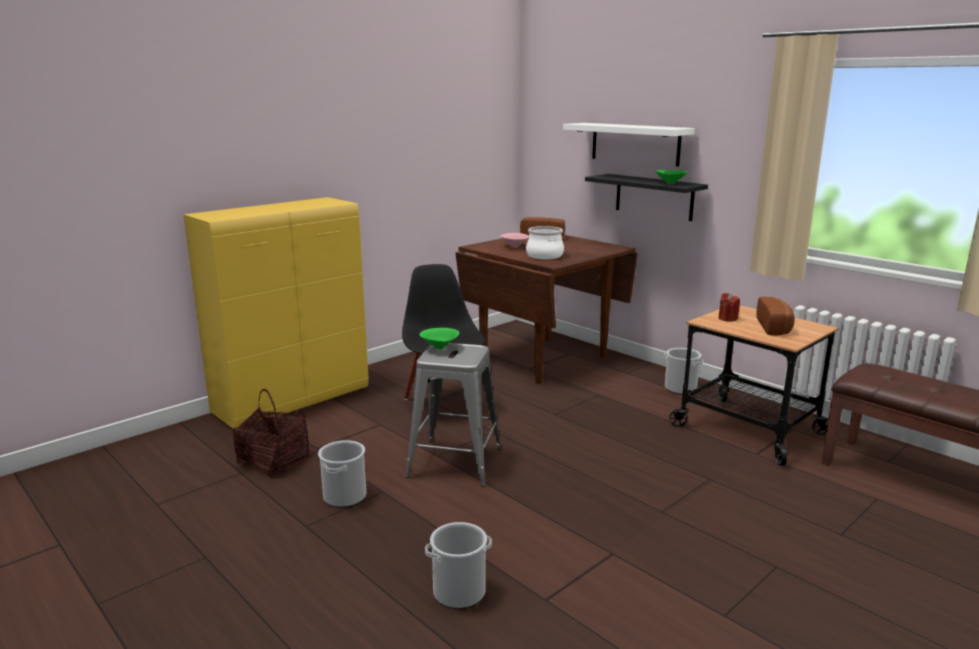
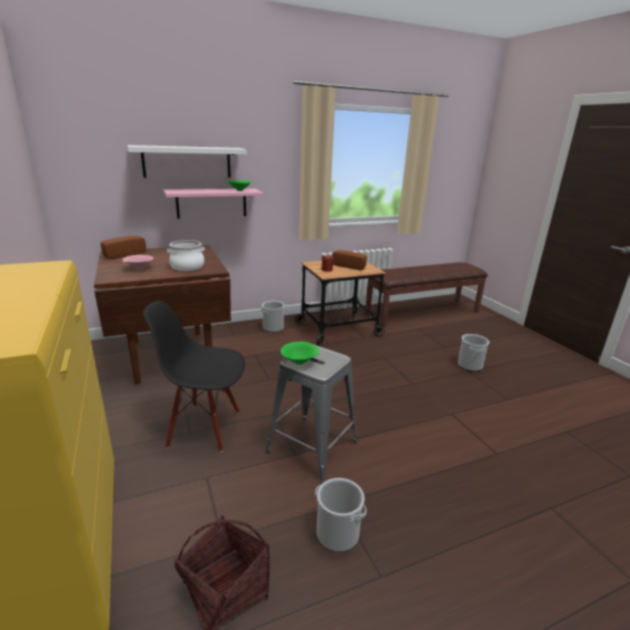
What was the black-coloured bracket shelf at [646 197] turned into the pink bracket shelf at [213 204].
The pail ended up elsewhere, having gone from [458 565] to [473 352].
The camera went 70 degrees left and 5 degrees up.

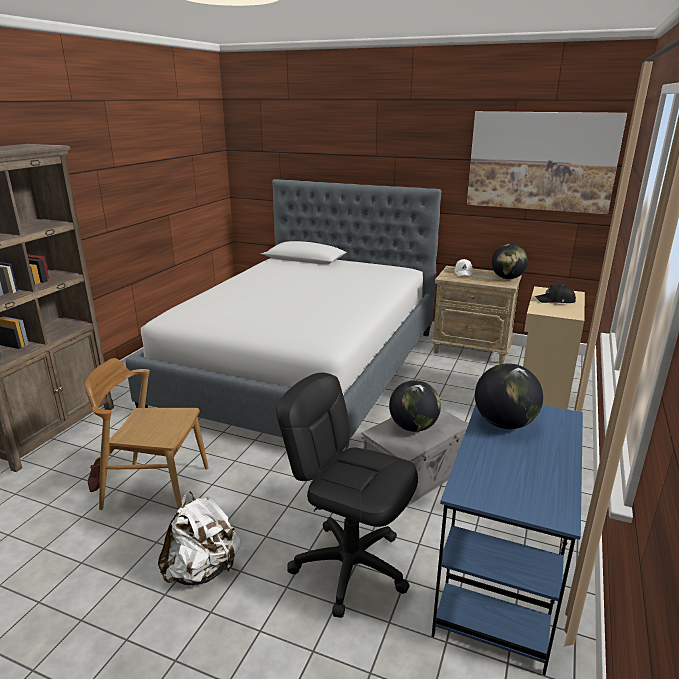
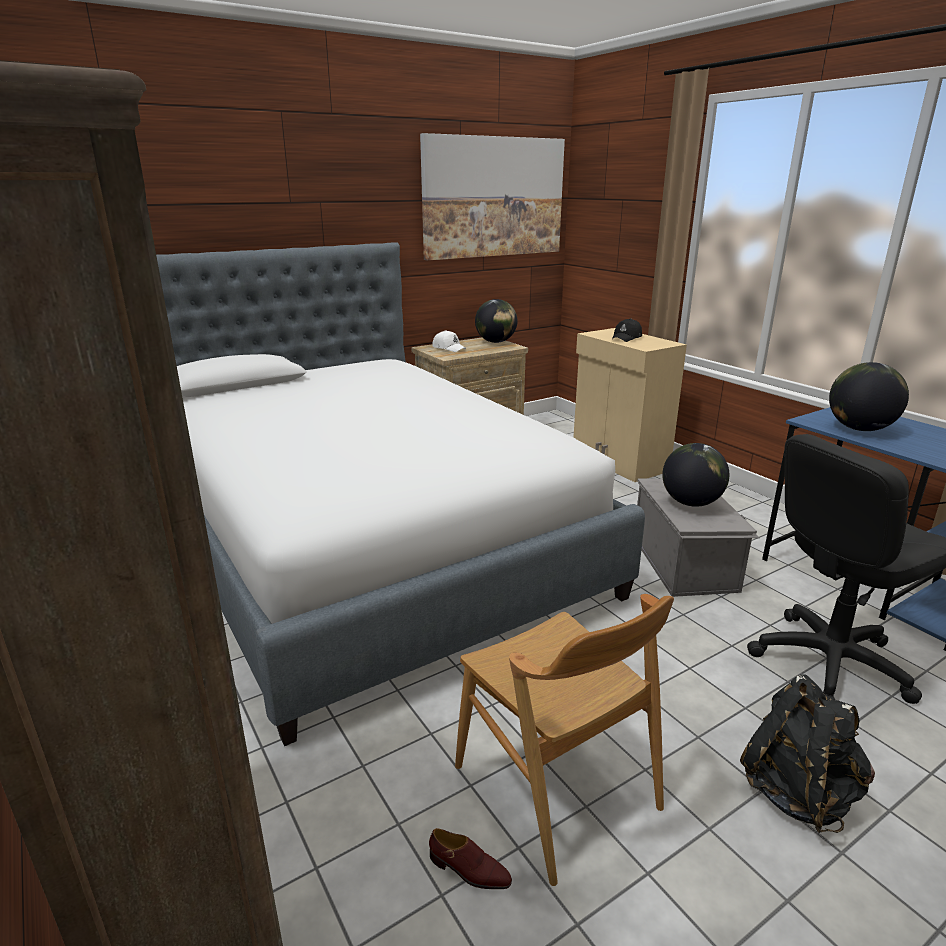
The brown-coloured plain chair at [146 434] ended up facing another way, 75 degrees counterclockwise from before.
What was the whitish backpack at [199 538] turned into the black-coloured backpack at [807 753].
The camera went 55 degrees left and 0 degrees up.

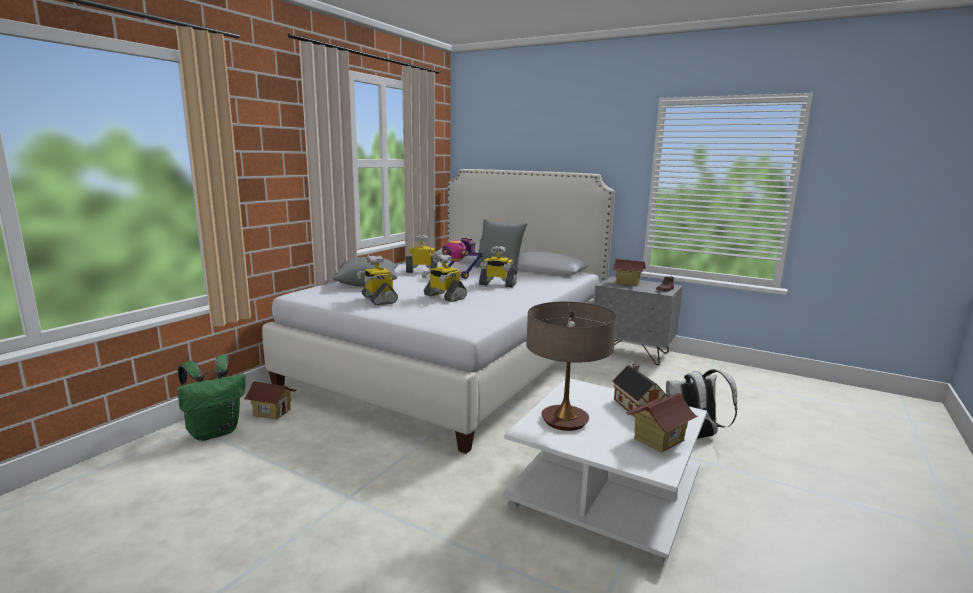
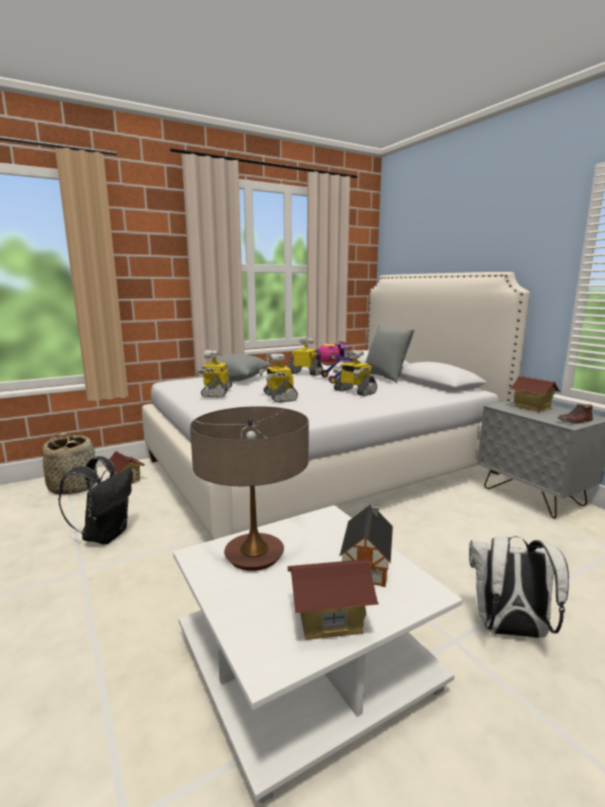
Where the green-coloured backpack stood at [211 398], the household basket came to stand at [70 463].
The second view gained the black-coloured backpack at [95 500].
The camera went 30 degrees right and 0 degrees up.

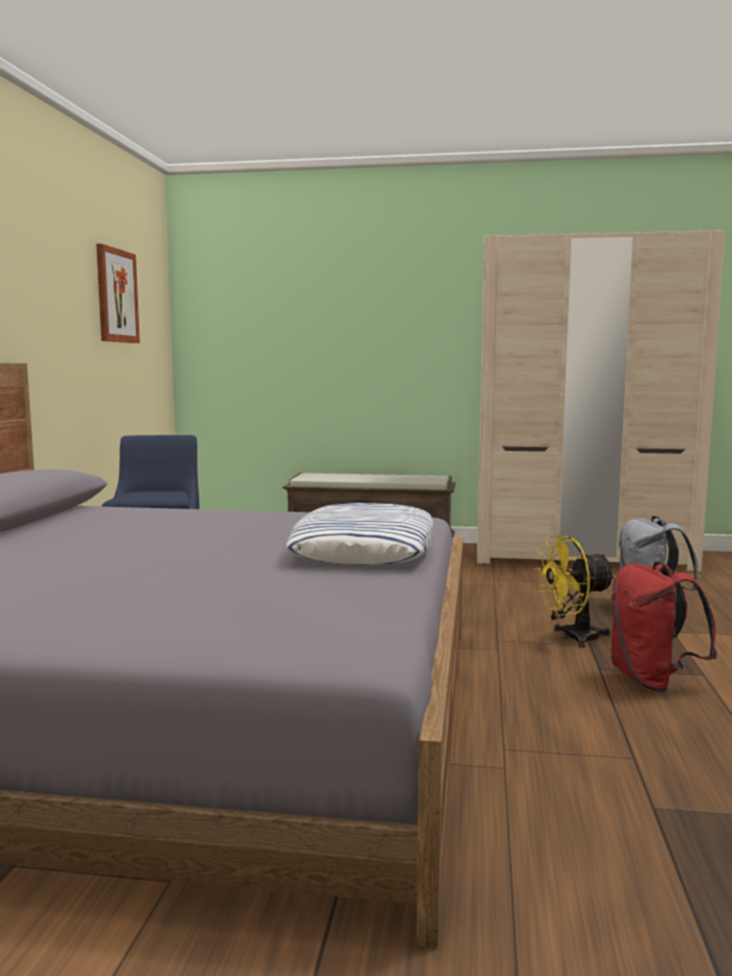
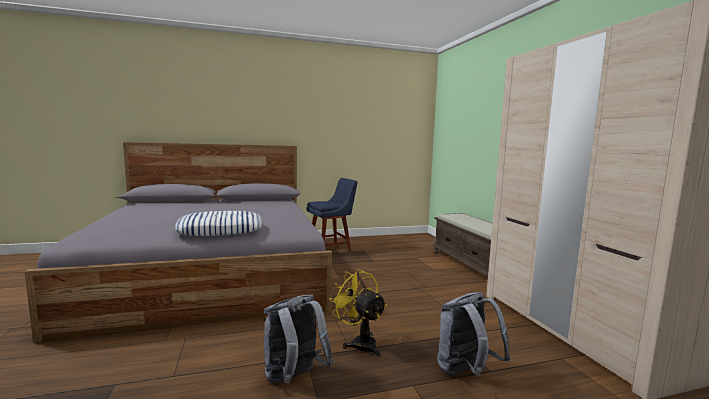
What was the reddish backpack at [664 626] turned into the gray backpack at [299 339].
The second view lost the wall art at [118 293].
The camera went 65 degrees right and 0 degrees up.

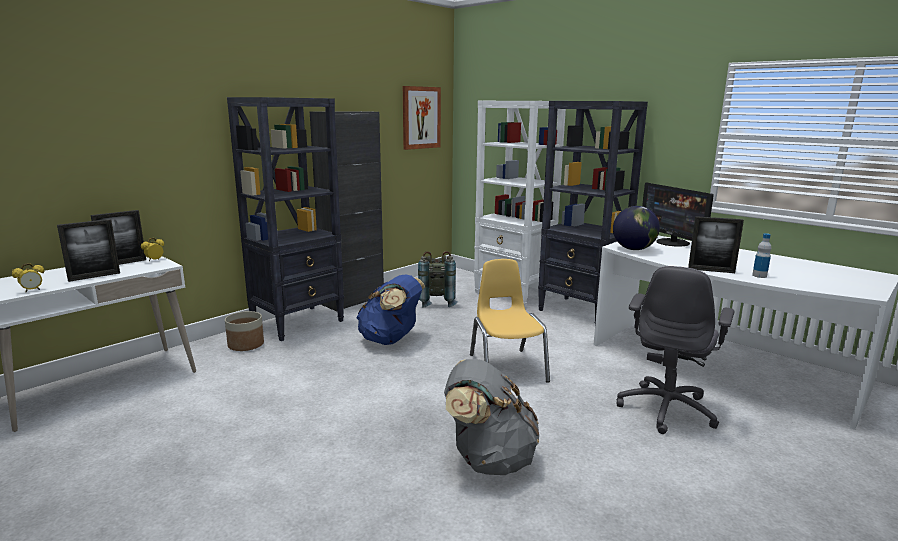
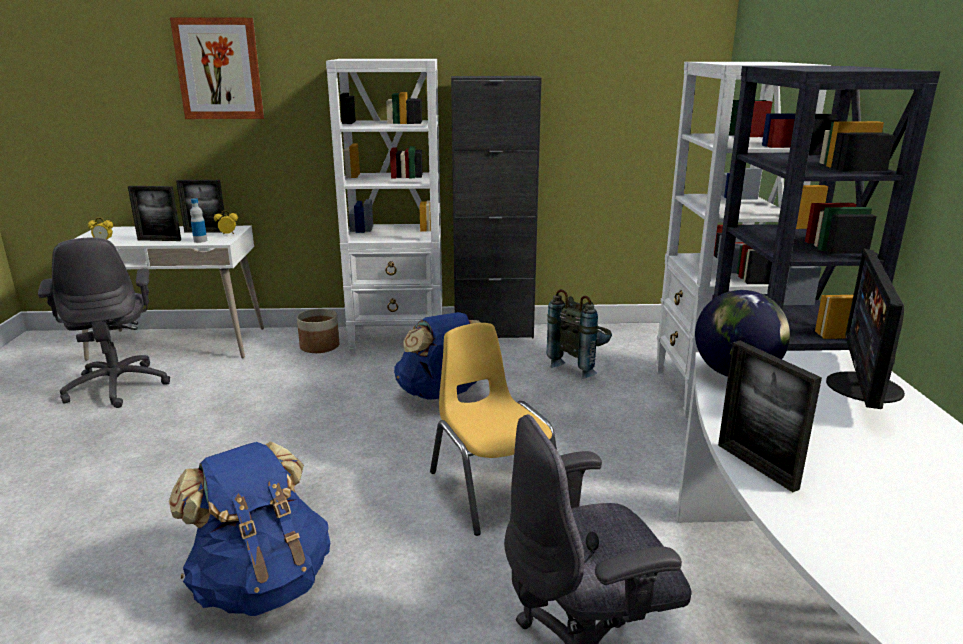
The second view gained the gray computer chair at [104 322].
What was the gray backpack at [491 417] turned into the bluish backpack at [249 528].
The wall art ended up elsewhere, having gone from [422 118] to [217 68].
The drink bottle ended up elsewhere, having gone from [761 255] to [198 220].
What was the black-coloured bookshelf at [285 219] turned into the whitish bookshelf at [384 206].
The yellow plain chair at [510 320] ended up facing another way, 60 degrees counterclockwise from before.
The camera went 45 degrees right and 5 degrees up.

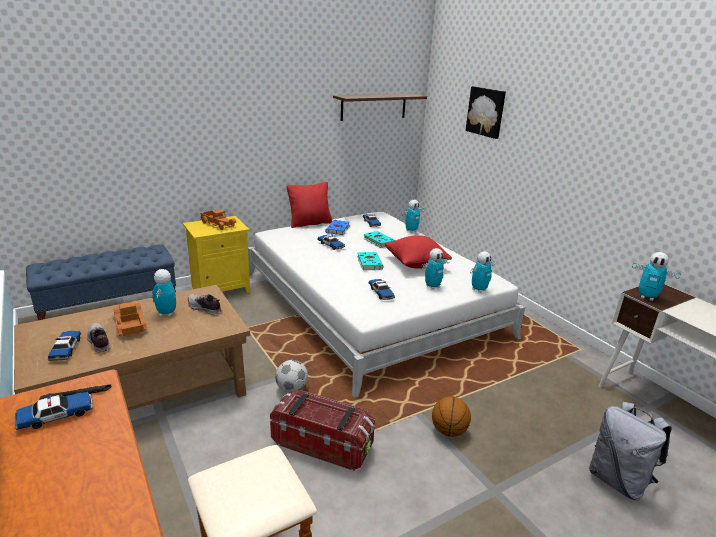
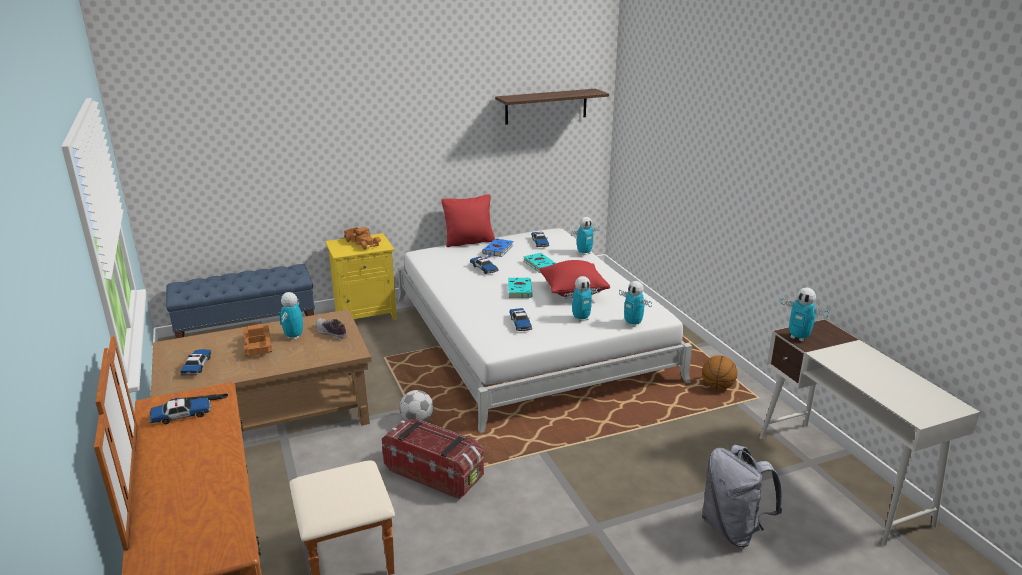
The model robot at [482 272] ended up facing another way, 75 degrees clockwise from before.
The basketball ball ended up elsewhere, having gone from [451 416] to [719 372].
The second view lost the shoe at [99 338].
The second view lost the wall art at [485 112].
The camera went 10 degrees right and 0 degrees up.

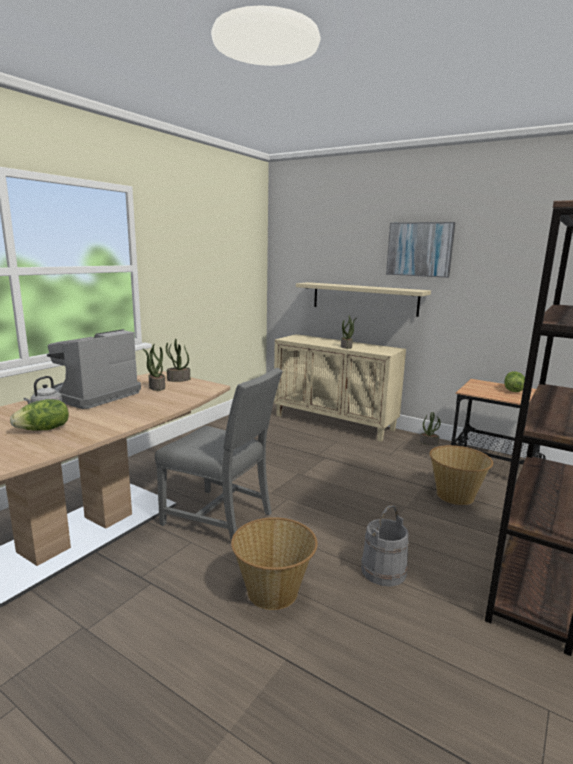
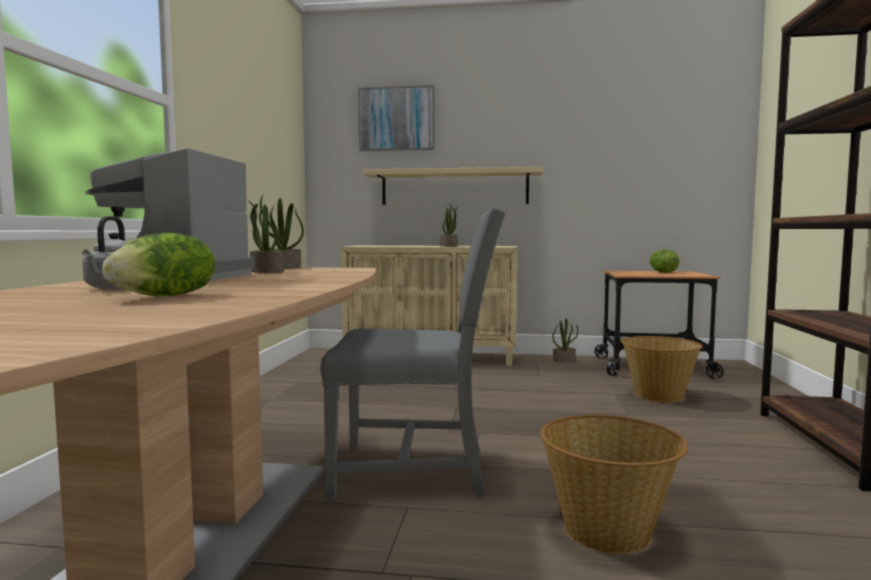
The wall art ended up elsewhere, having gone from [420 250] to [396 118].
The second view lost the gray pail at [385 546].
The camera went 25 degrees left and 10 degrees down.

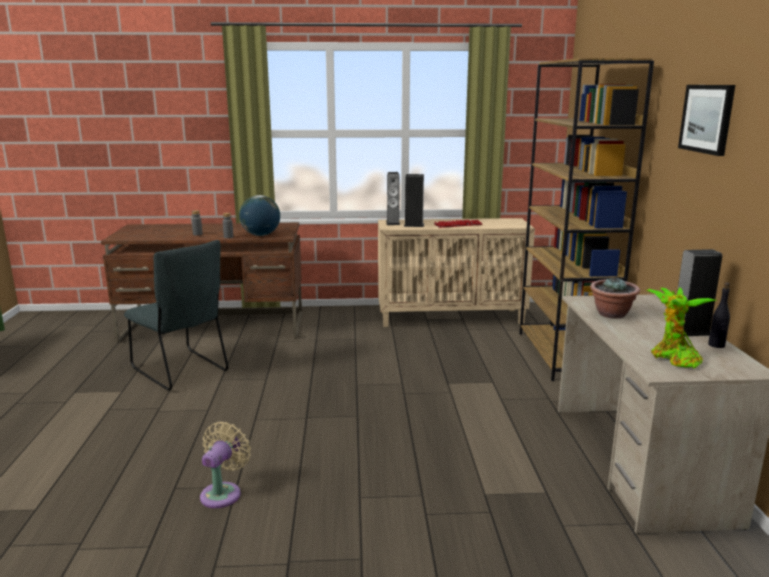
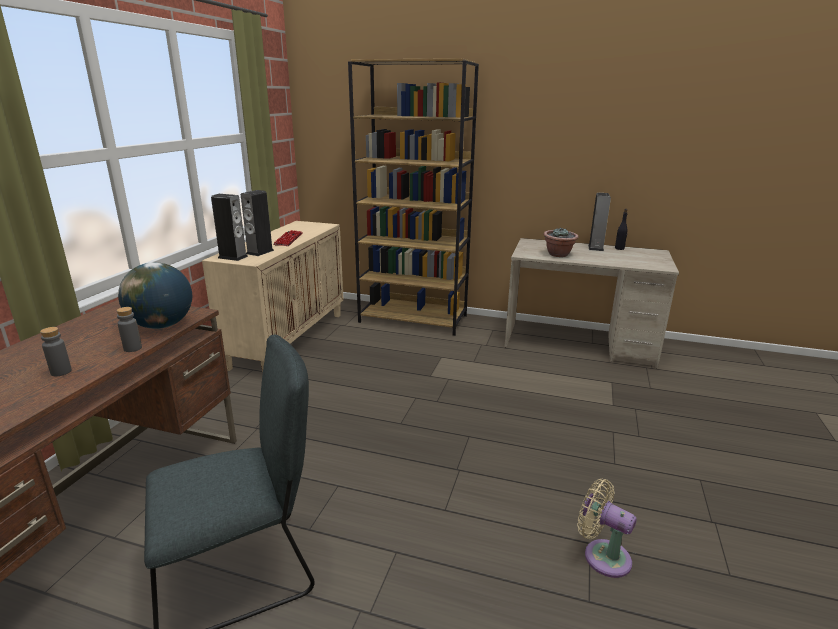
The second view lost the plant in a pot at [681 328].
The second view lost the wall art at [706 120].
The camera went 70 degrees left and 5 degrees up.

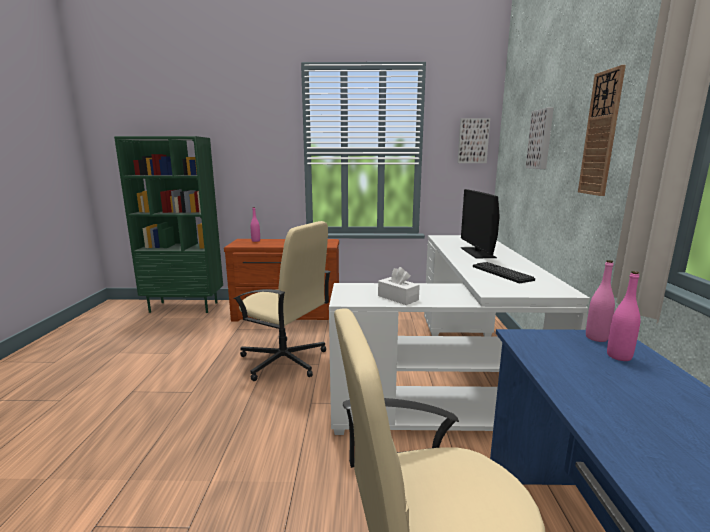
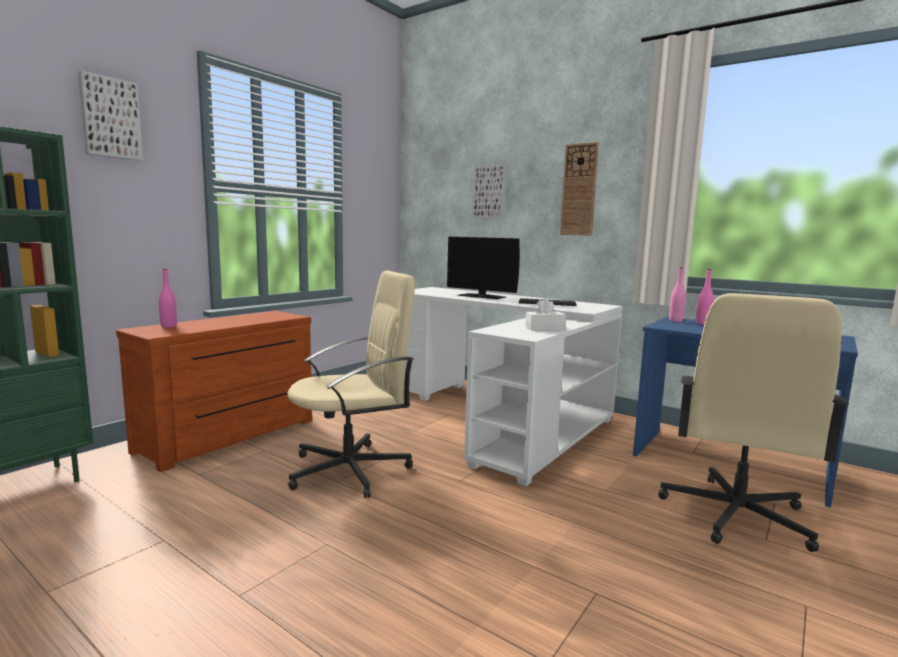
The wall art ended up elsewhere, having gone from [473 140] to [110 115].
The camera went 55 degrees left and 5 degrees down.

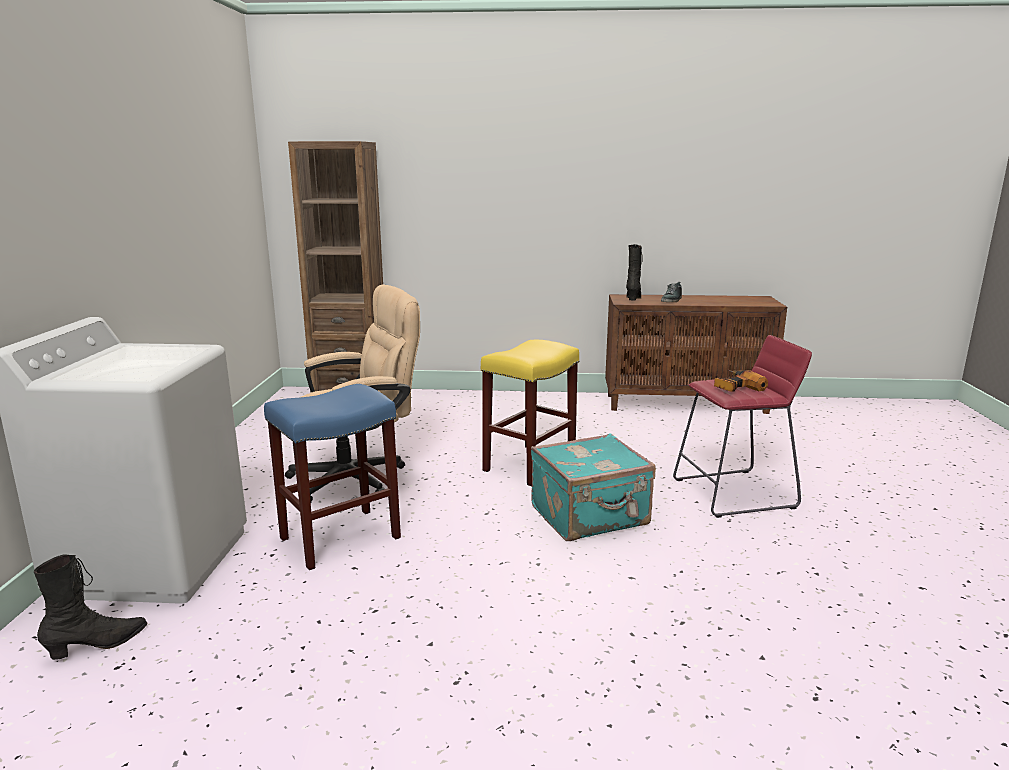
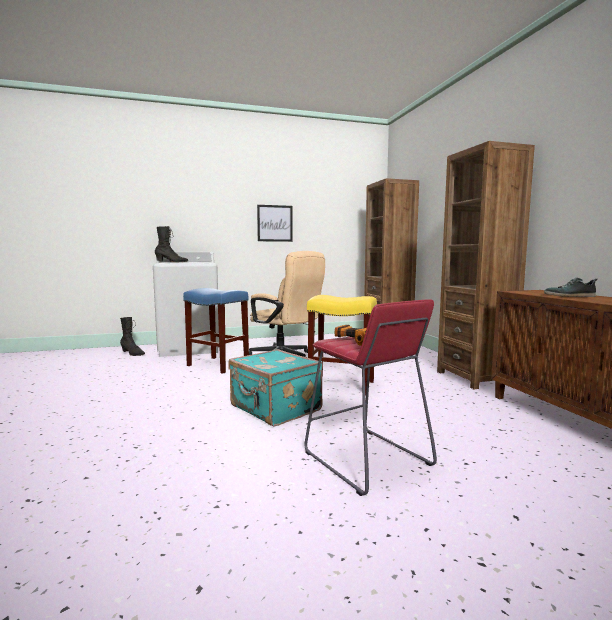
The black-coloured boot ended up elsewhere, having gone from [634 272] to [171 244].
The second view gained the wall art at [275 223].
The second view gained the brown-coloured bookshelf at [486 265].
The camera went 70 degrees right and 10 degrees down.

